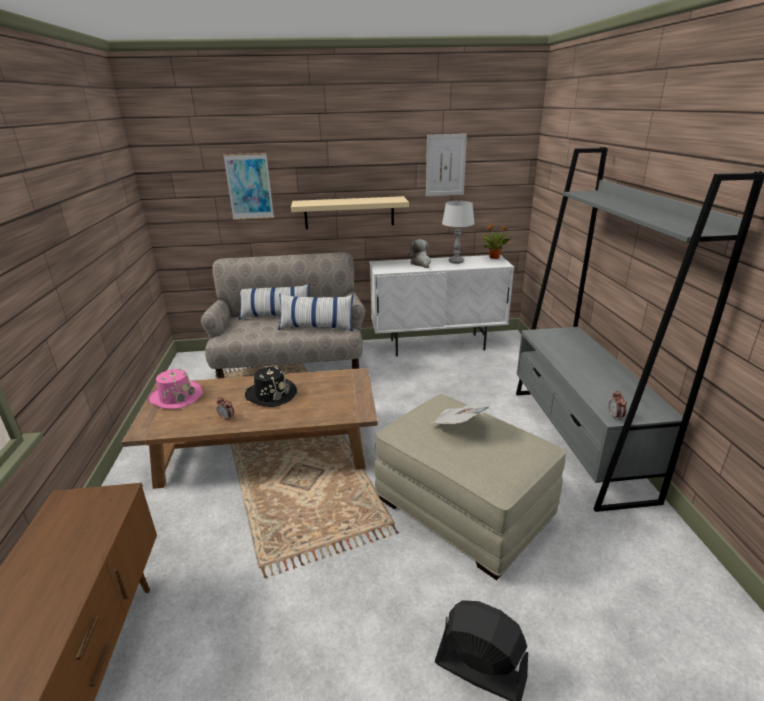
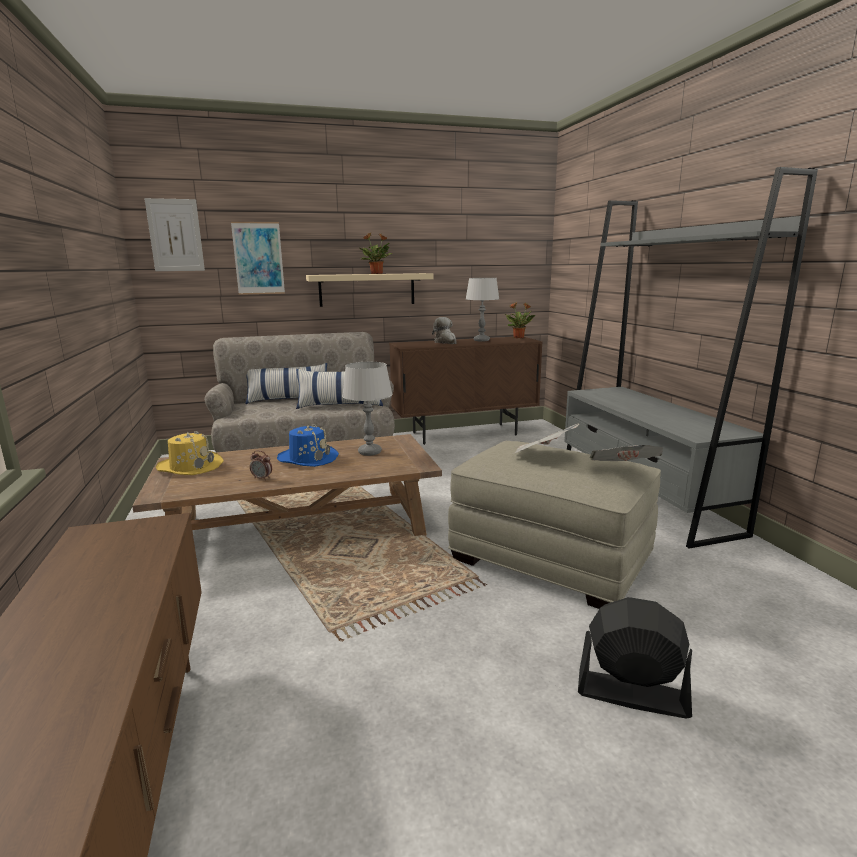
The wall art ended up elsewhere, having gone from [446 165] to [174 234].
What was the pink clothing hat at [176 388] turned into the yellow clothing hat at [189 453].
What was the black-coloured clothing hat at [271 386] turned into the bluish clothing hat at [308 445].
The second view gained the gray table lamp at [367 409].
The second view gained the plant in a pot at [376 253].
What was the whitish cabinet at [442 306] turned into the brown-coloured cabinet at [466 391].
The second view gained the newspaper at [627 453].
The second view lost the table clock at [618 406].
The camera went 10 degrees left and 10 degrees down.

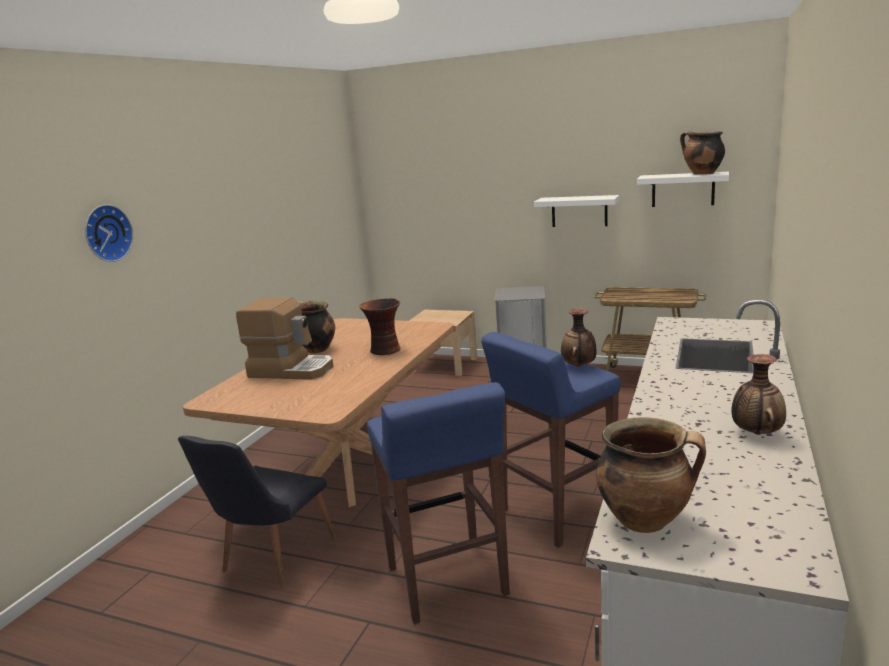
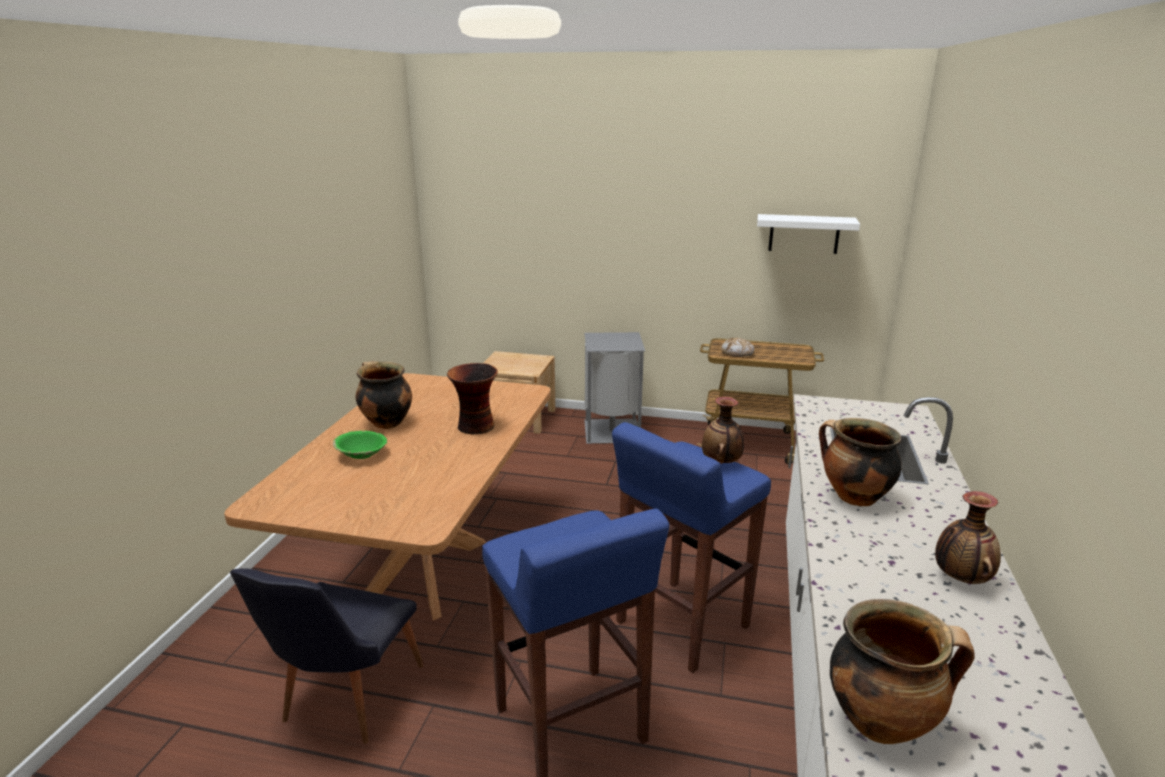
Where the coffee maker stood at [284 339], the green-coloured deep dish came to stand at [360 445].
The second view gained the bakery bread at [737 347].
The cooking pot ended up elsewhere, having gone from [702 153] to [860 462].
The second view lost the clock on the wall at [109 233].
The second view lost the whitish bracket shelf at [576 211].
The camera went 10 degrees left and 5 degrees up.

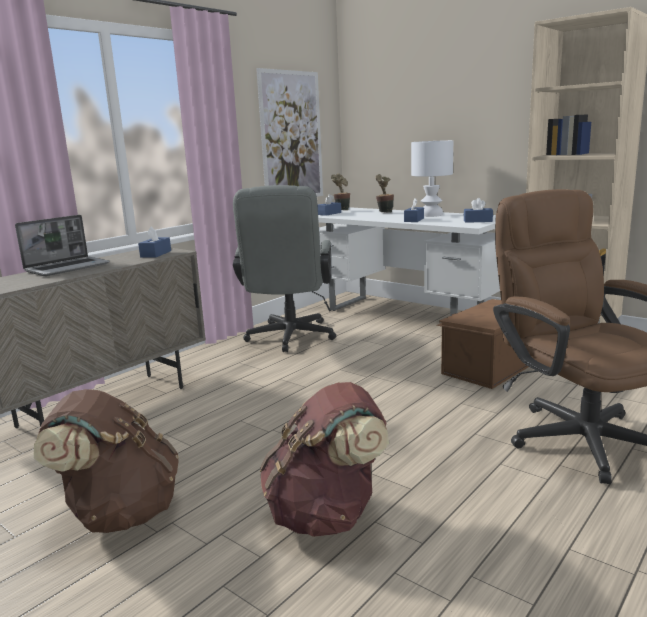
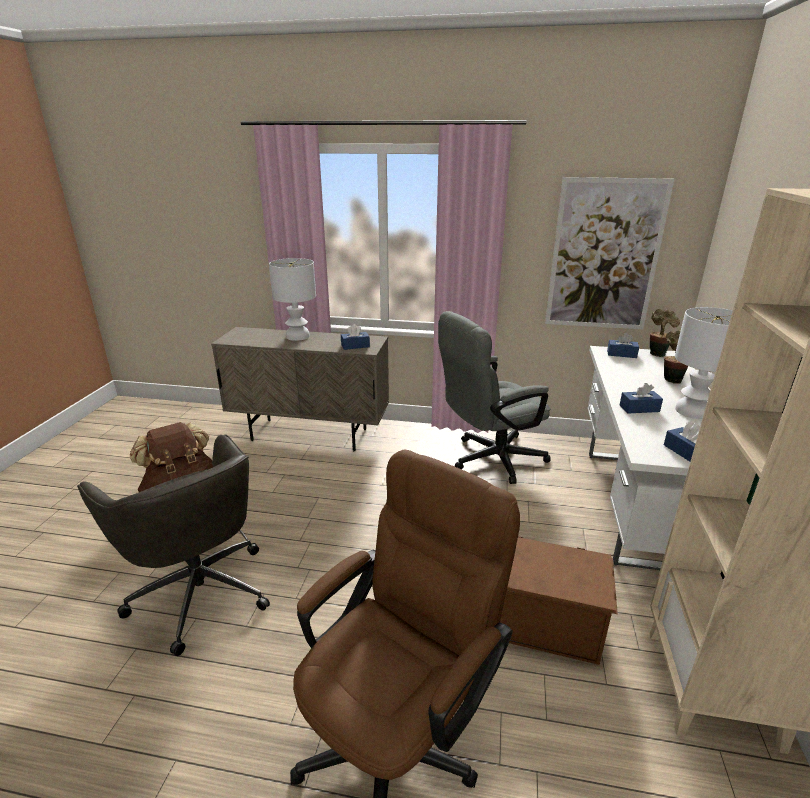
Where the brown-coloured backpack stood at [324 459], the gray computer chair came to stand at [173 545].
Where the laptop stood at [62 245], the whitish table lamp came to stand at [292 299].
The camera went 60 degrees right and 10 degrees up.

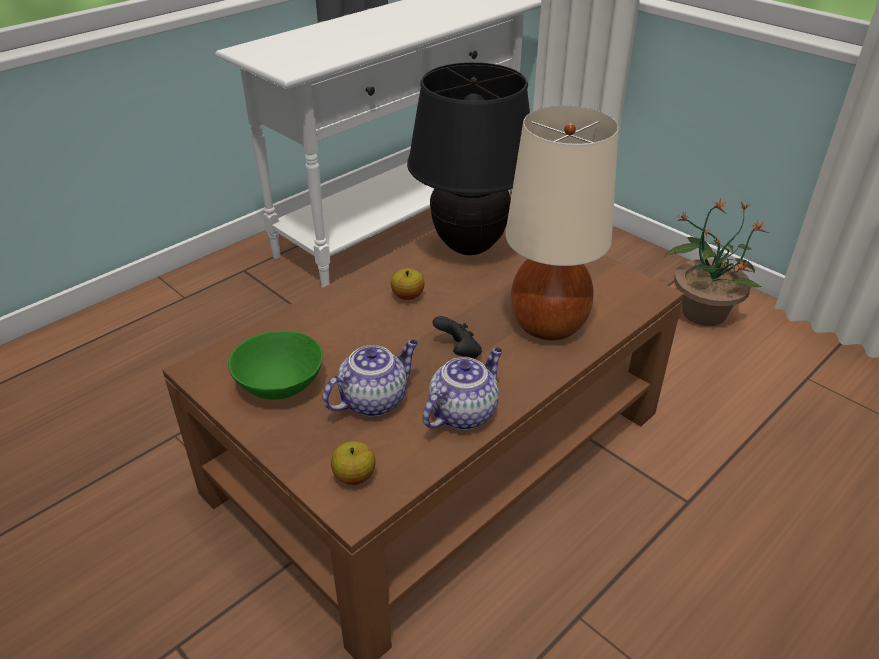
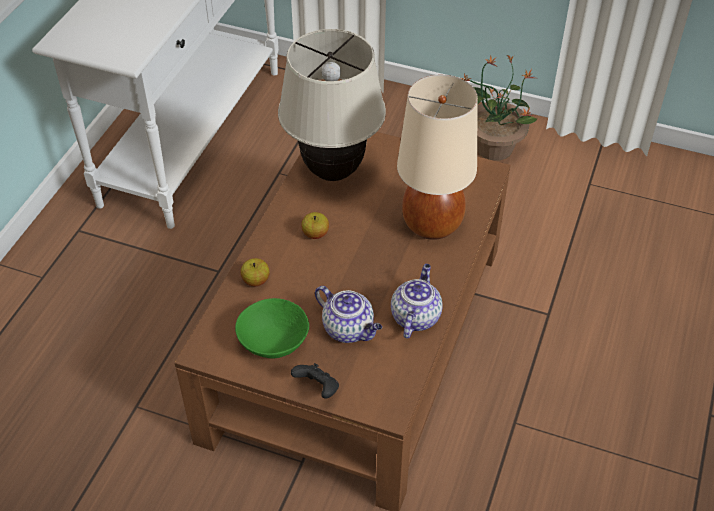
The apple fruit ended up elsewhere, having gone from [353 463] to [255 272].
What was the black-coloured table lamp at [468 158] turned into the beige table lamp at [332 105].
The black-coloured game controller ended up elsewhere, having gone from [457 337] to [315 381].
The teapot at [370 378] ended up facing another way, 105 degrees clockwise from before.
The camera went 25 degrees left and 10 degrees up.

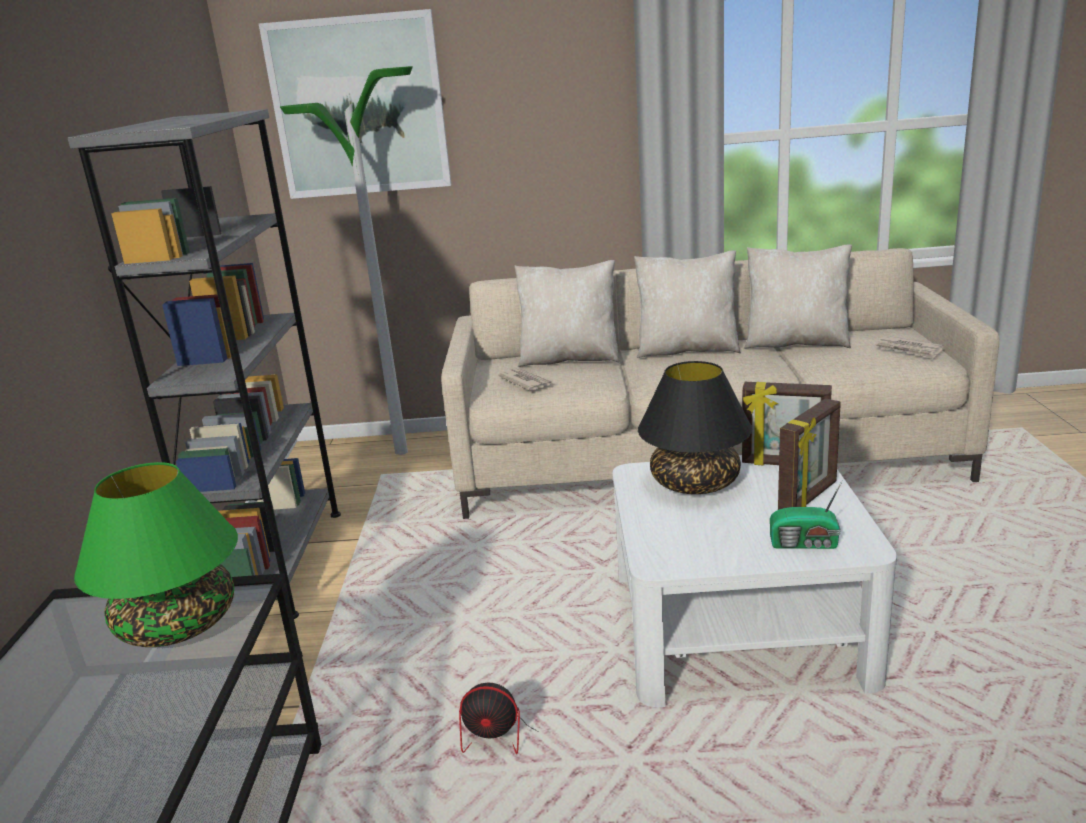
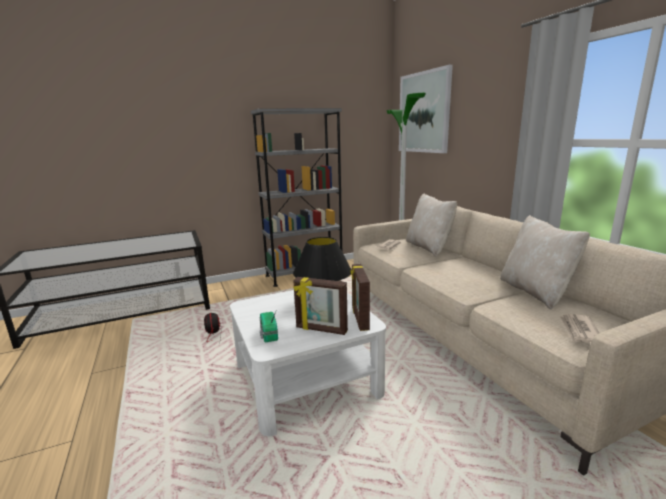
The second view lost the green-coloured table lamp at [156 554].
The second view lost the beige cushion at [687 304].
The camera went 65 degrees right and 5 degrees down.

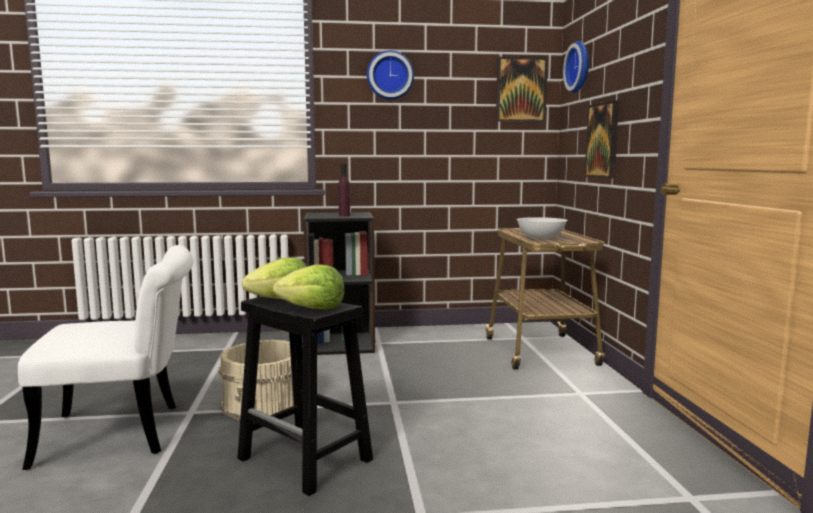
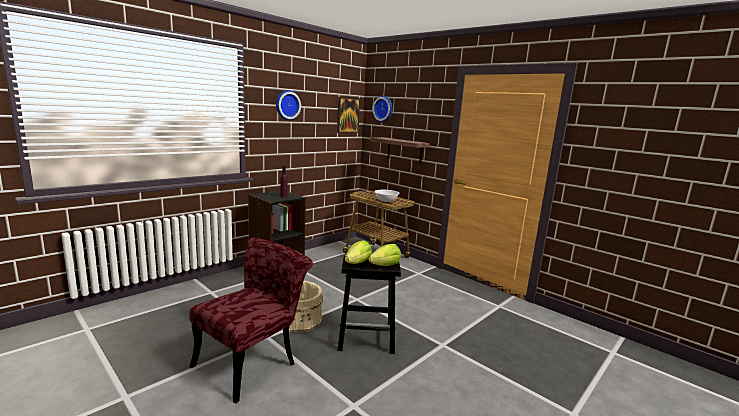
What was the whitish plain chair at [106 357] turned into the reddish plain chair at [251 321].
Where the wall art hung at [602 139], the bracket shelf came to hang at [400 150].
The camera went 40 degrees left and 5 degrees up.

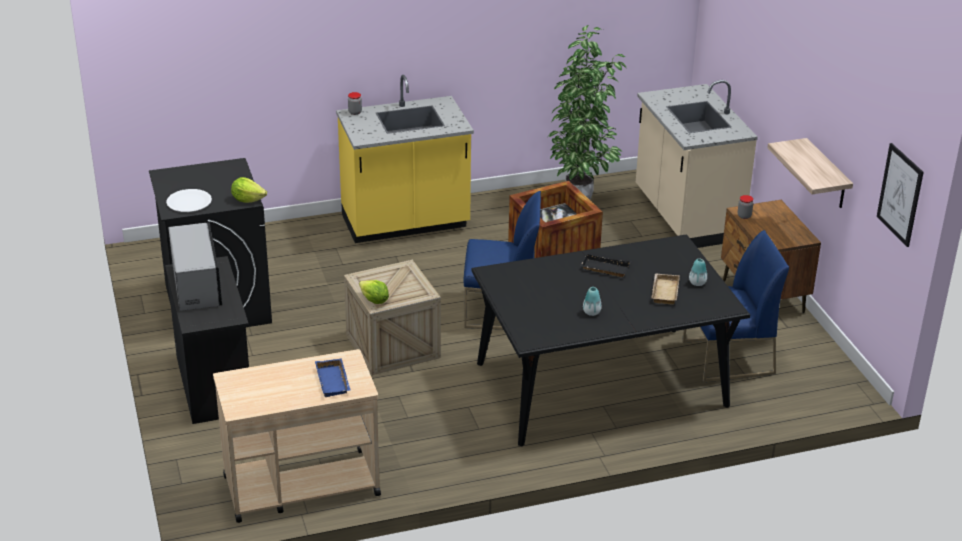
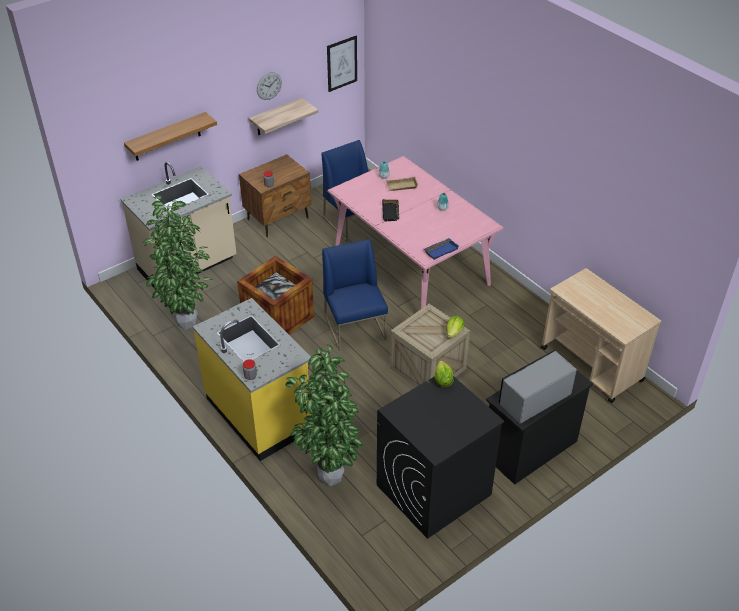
The second view gained the bracket shelf at [170 136].
The second view gained the clock on the wall at [269 86].
The second view gained the plant in a pot at [324 415].
What was the black-coloured dining table at [610 340] turned into the pink dining table at [415 232].
The bluish carrying tray ended up elsewhere, having gone from [333 377] to [441 249].
The second view lost the whitish dinner plate at [189 200].
The camera went 110 degrees left and 10 degrees up.

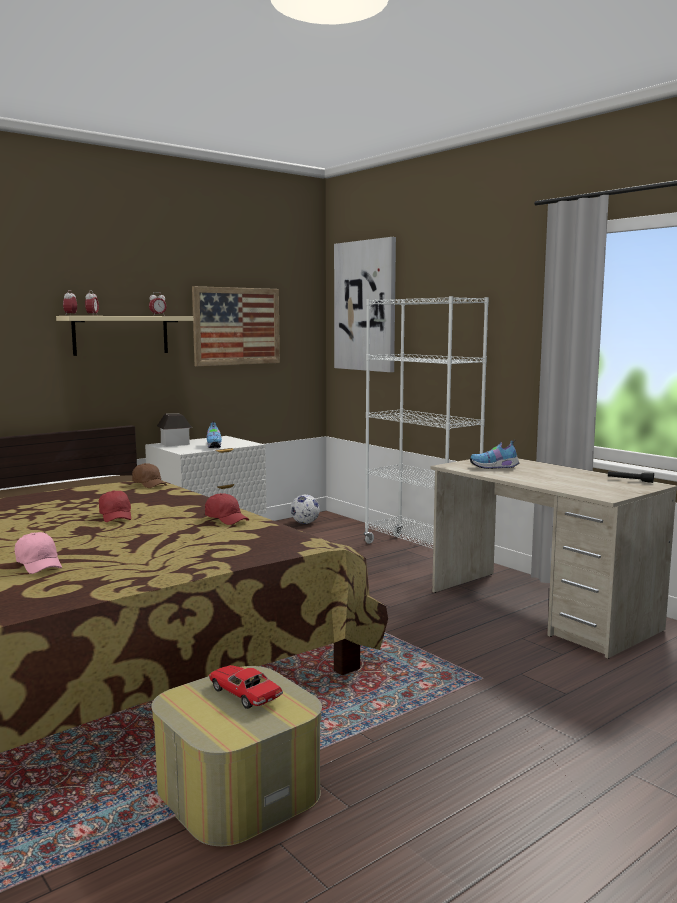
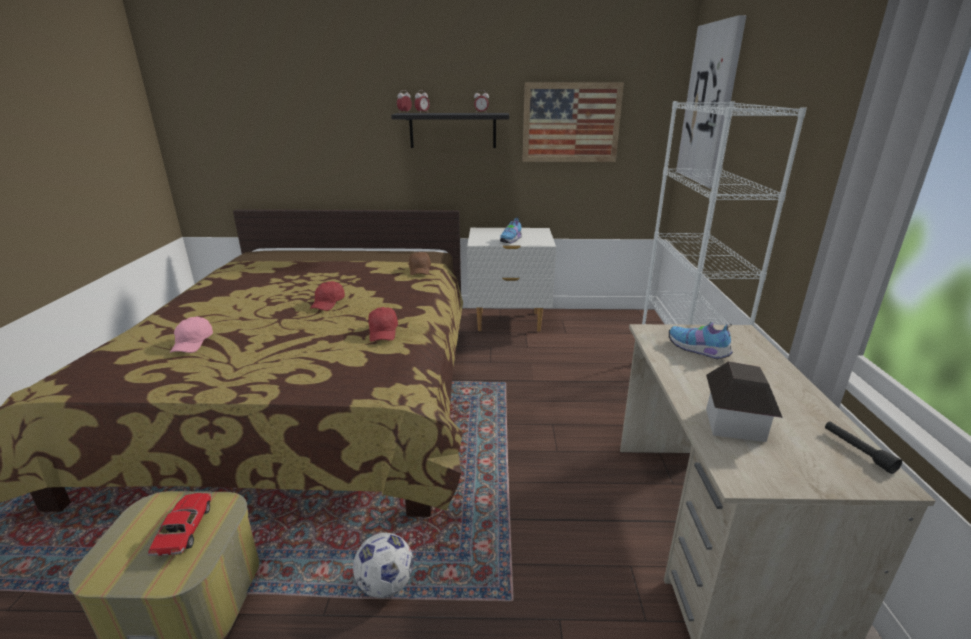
The football ended up elsewhere, having gone from [305 509] to [383 565].
What was the beige bracket shelf at [124 336] turned into the black-coloured bracket shelf at [450 130].
The toy house ended up elsewhere, having gone from [174 430] to [744 401].
The camera went 40 degrees right and 15 degrees up.

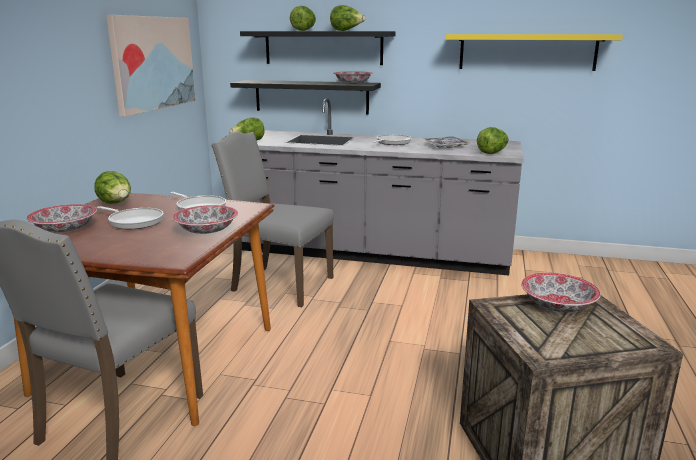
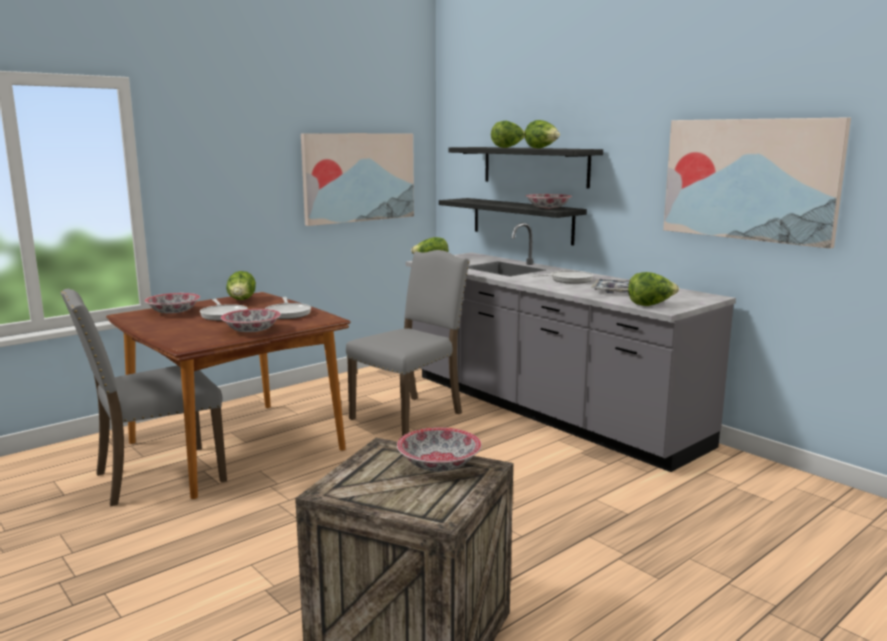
The gray plain chair at [272 219] ended up facing another way, 75 degrees clockwise from before.
Where the yellow bracket shelf hung at [534 52], the wall art came to hang at [757 183].
The camera went 35 degrees right and 5 degrees down.

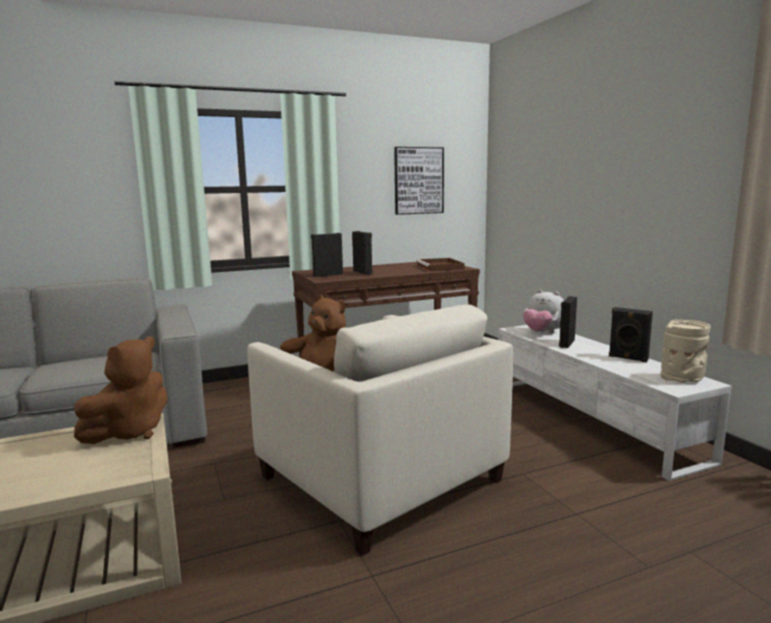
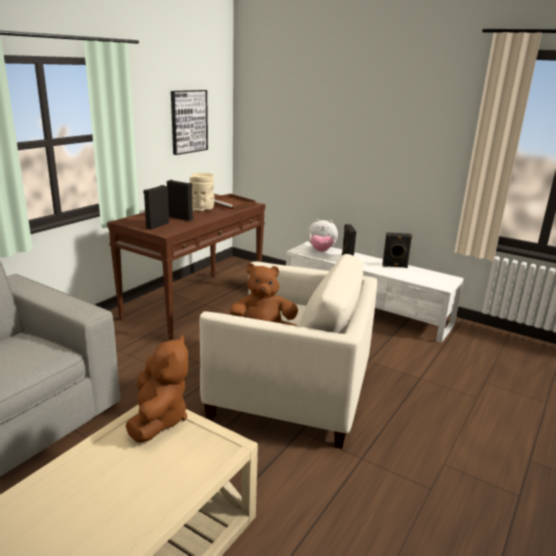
The beige decorative vase ended up elsewhere, having gone from [686 351] to [201 192].
The camera went 35 degrees left and 10 degrees up.

